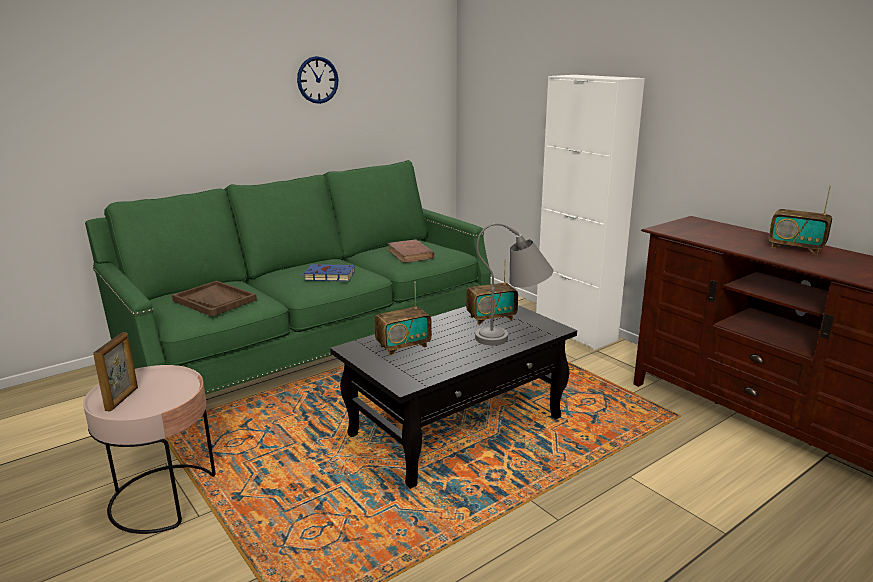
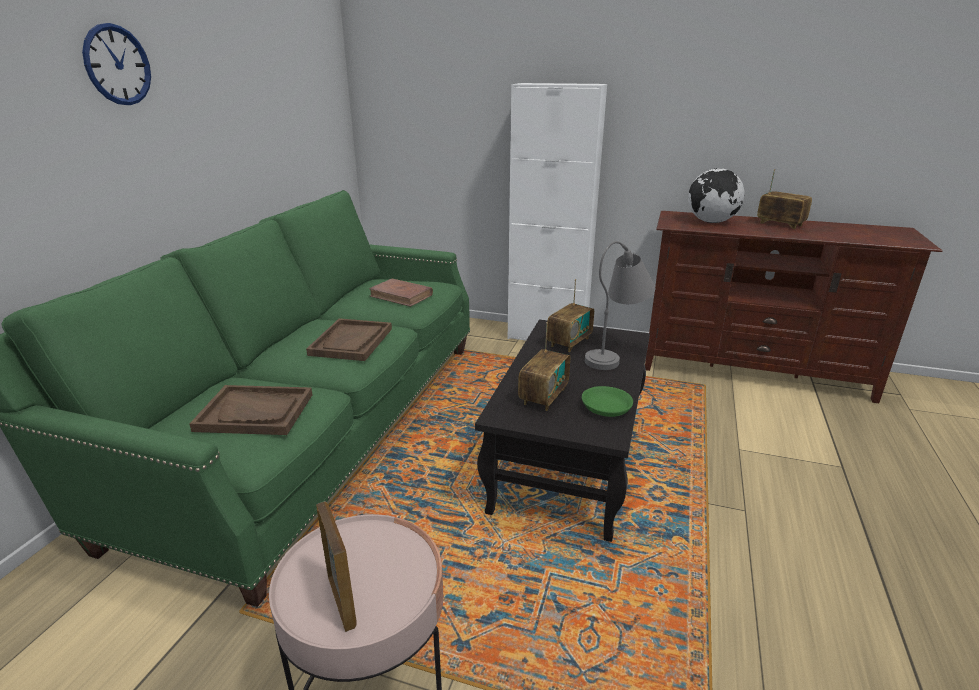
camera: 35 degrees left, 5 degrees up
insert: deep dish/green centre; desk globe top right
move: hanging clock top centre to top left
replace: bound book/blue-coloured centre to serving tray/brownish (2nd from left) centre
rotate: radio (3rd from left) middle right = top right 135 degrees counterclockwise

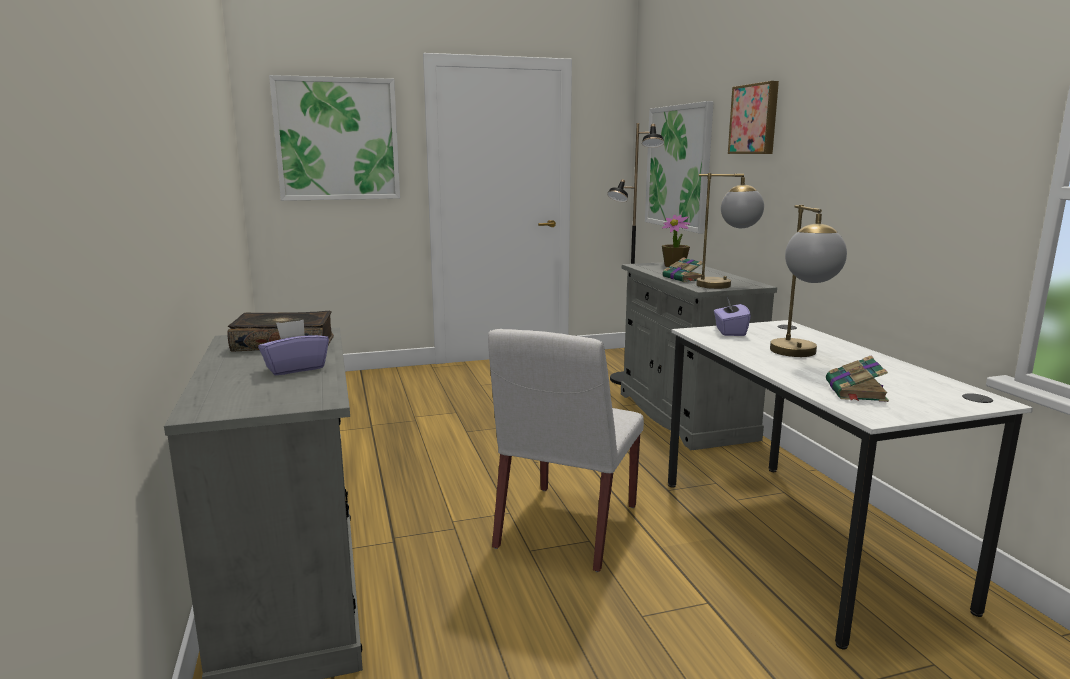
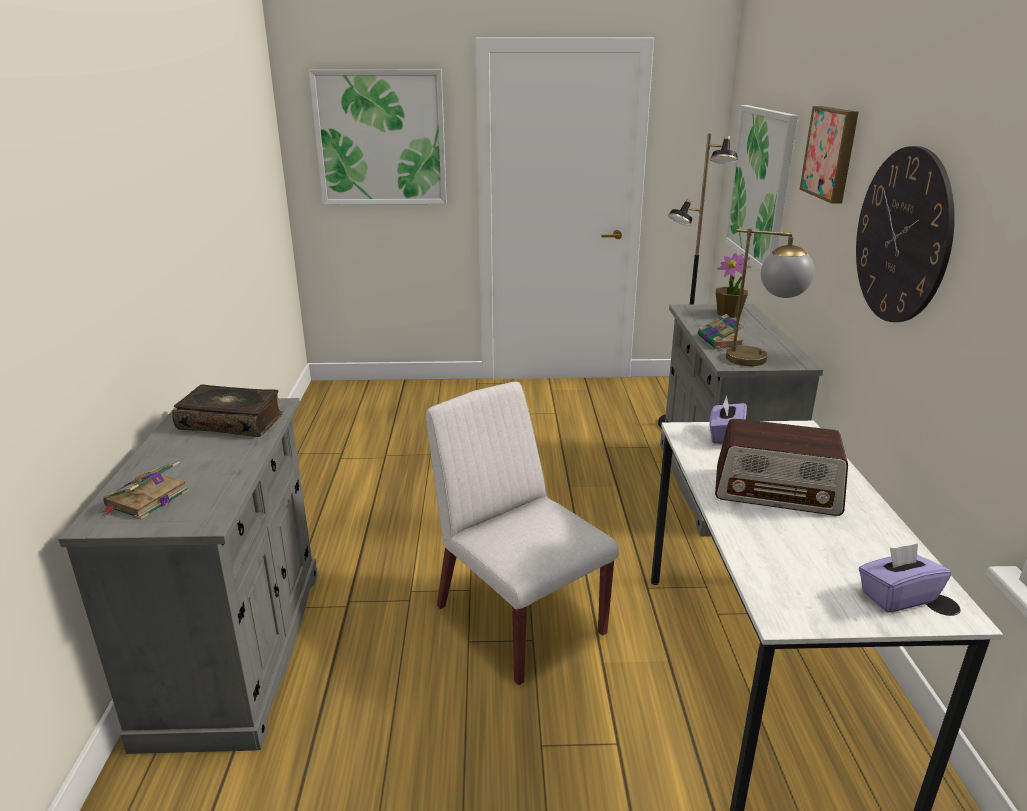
camera: 15 degrees right, 10 degrees up
insert: hanging clock top right
move: tissue box/purplish (1st from left in the first image) middle left to tissue box/purplish (2nd from left) bottom right; bound book (3rd from left in the first image) middle right to bound book (1st from left) middle left
replace: lamp for a table (2nd from left) middle right to radio middle right
rotate: plain chair/white-coloured centre = centre 105 degrees clockwise

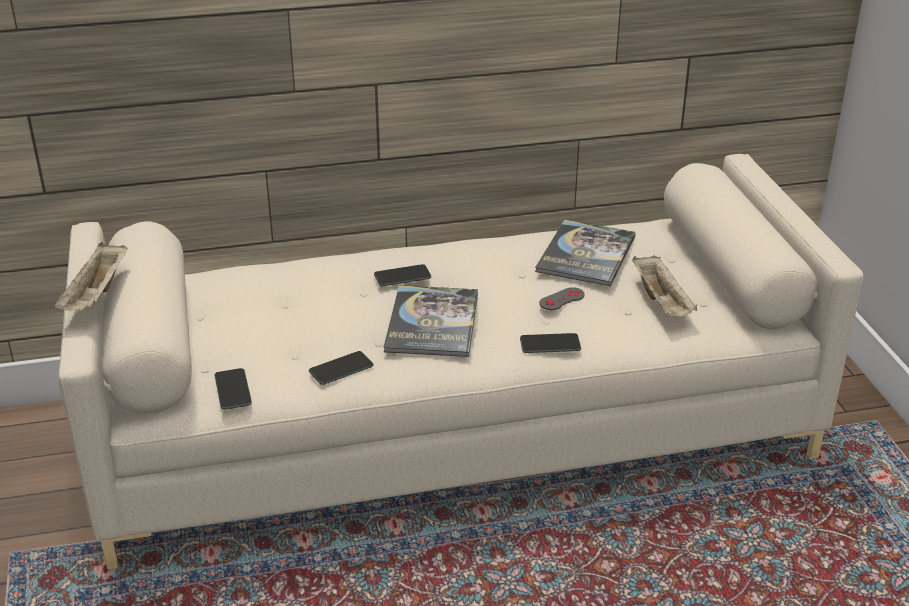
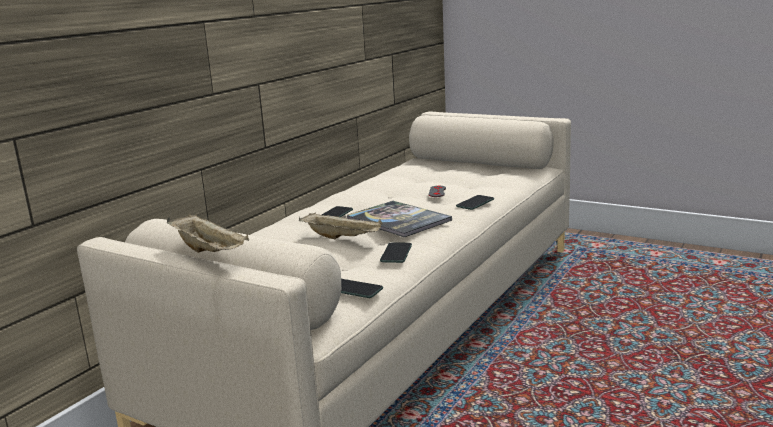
camera: 45 degrees left, 15 degrees down
delete: bound book (2nd from left) centre
move: serving tray/sand-coloured (2nd from left) middle right to centre

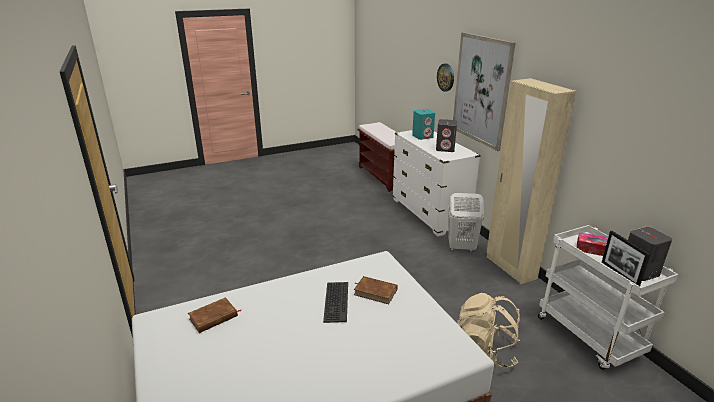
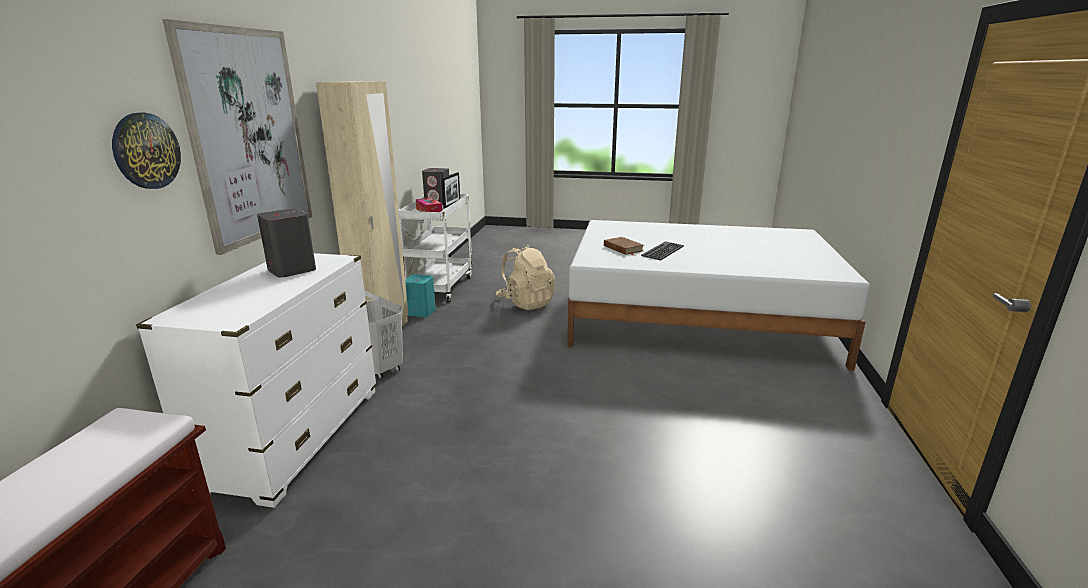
camera: 145 degrees left, 5 degrees down
delete: bound book/brownish (1st from left) bottom left
move: audio speaker/blue-green top centre to centre

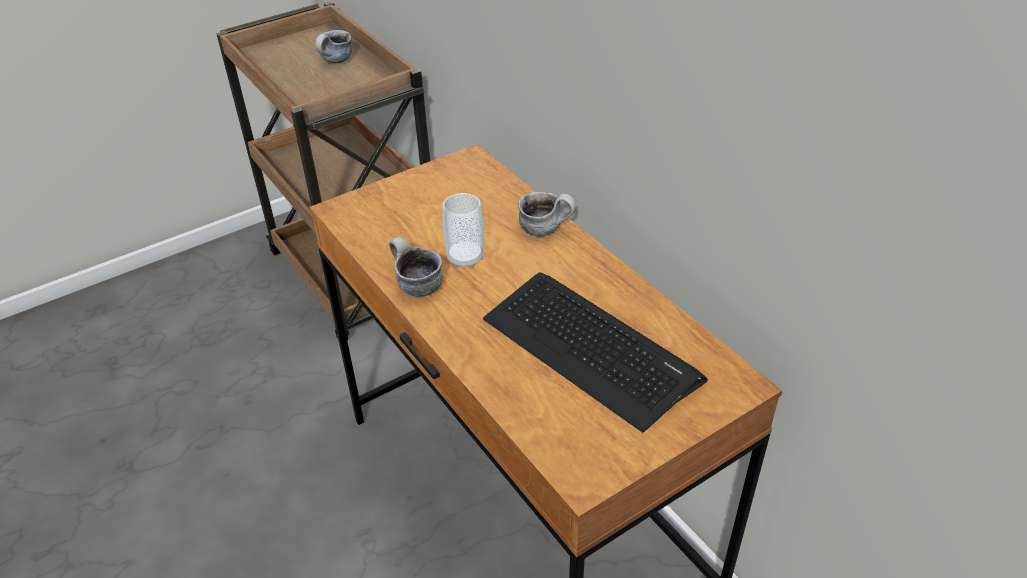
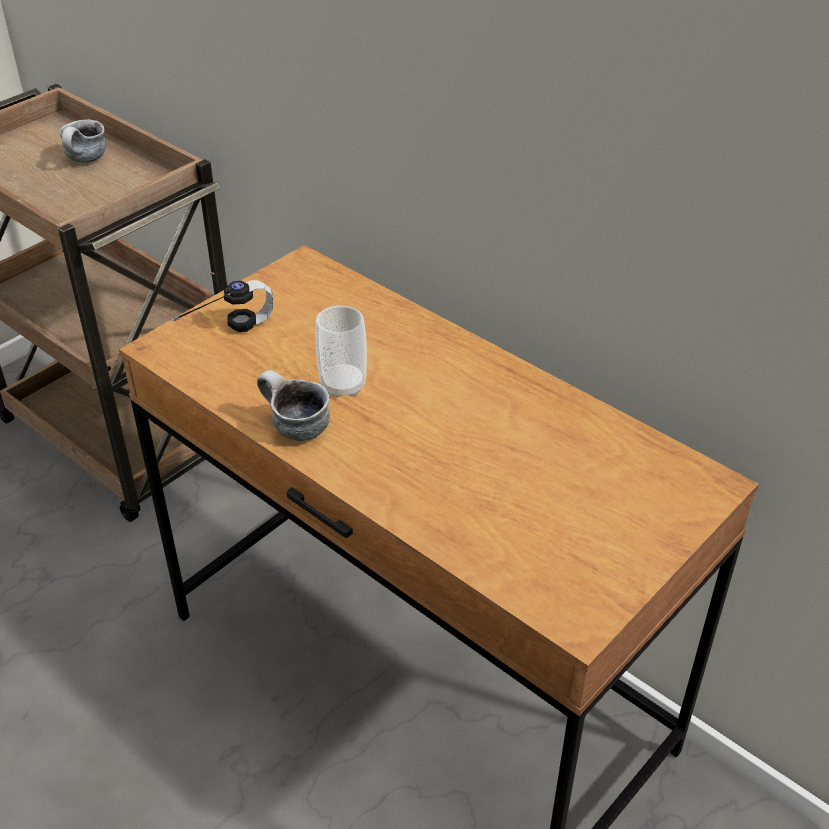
camera: 15 degrees left, 0 degrees up
delete: PC keyboard centre; tea mug (3rd from left) centre
insert: headphones middle left

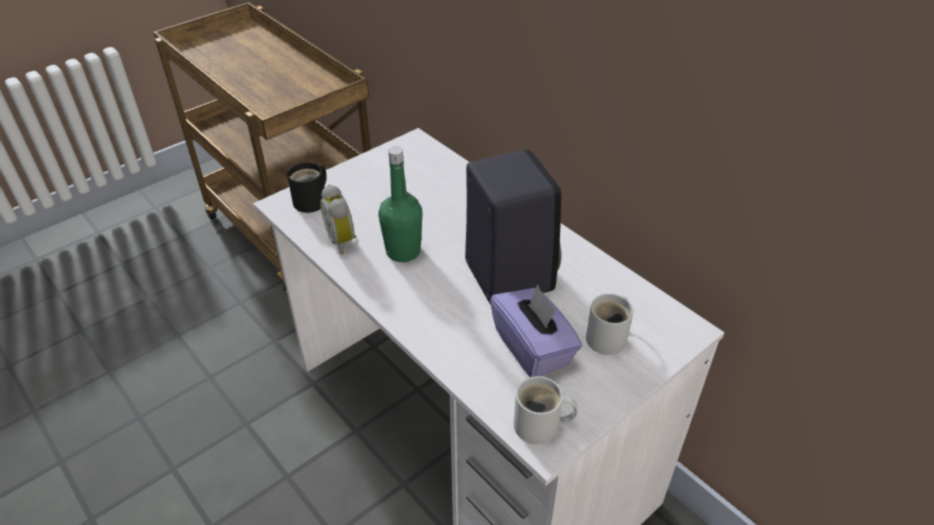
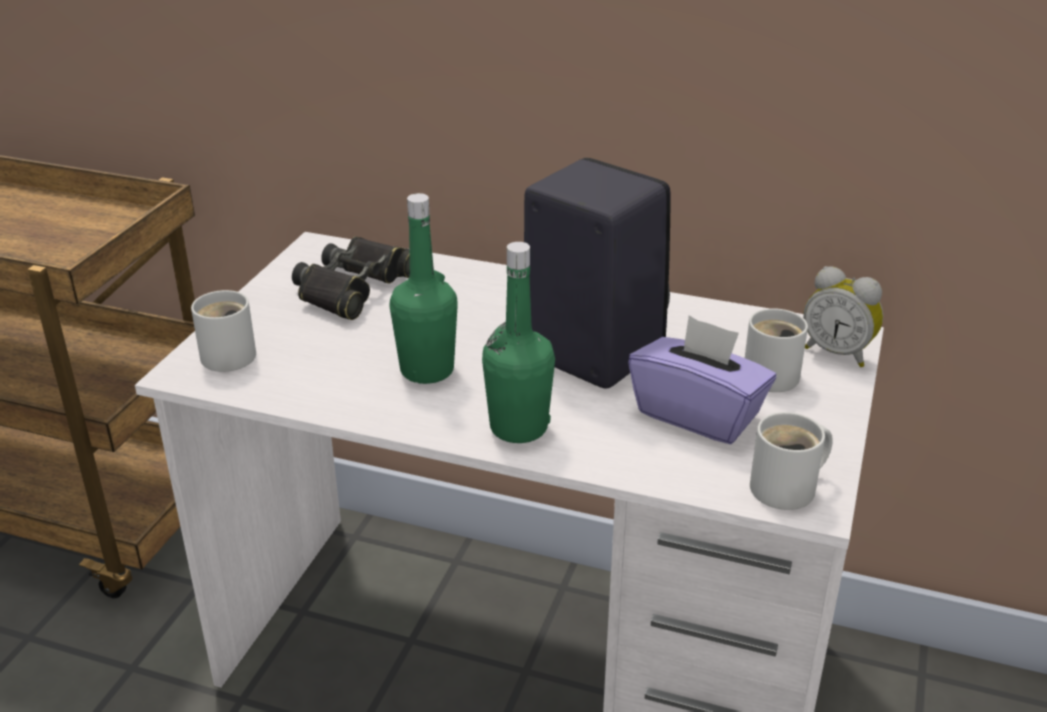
camera: 30 degrees left, 10 degrees down
insert: field glasses/black-coloured centre; beverage bottle/green (2nd from left) centre
move: bedside clock centre to middle right
recolor: tea mug/black-coloured middle left to tea mug/white-coloured (1st from left) middle left

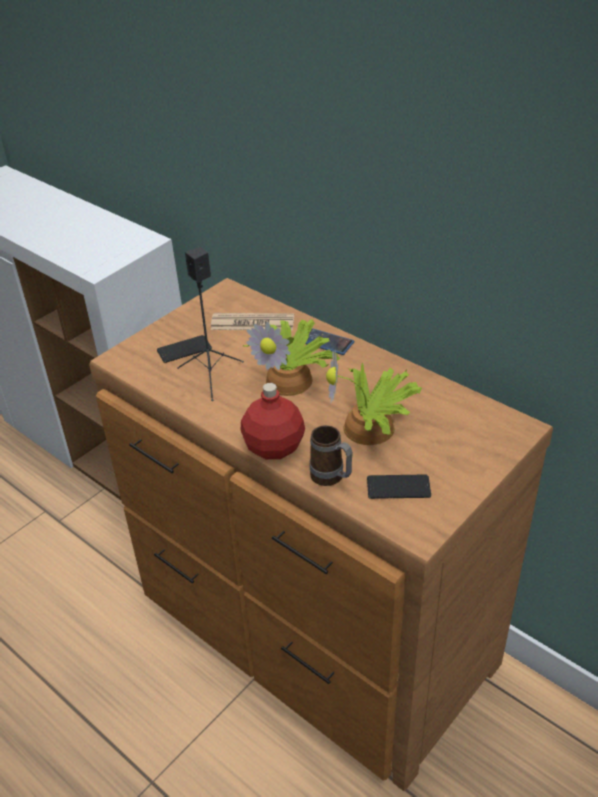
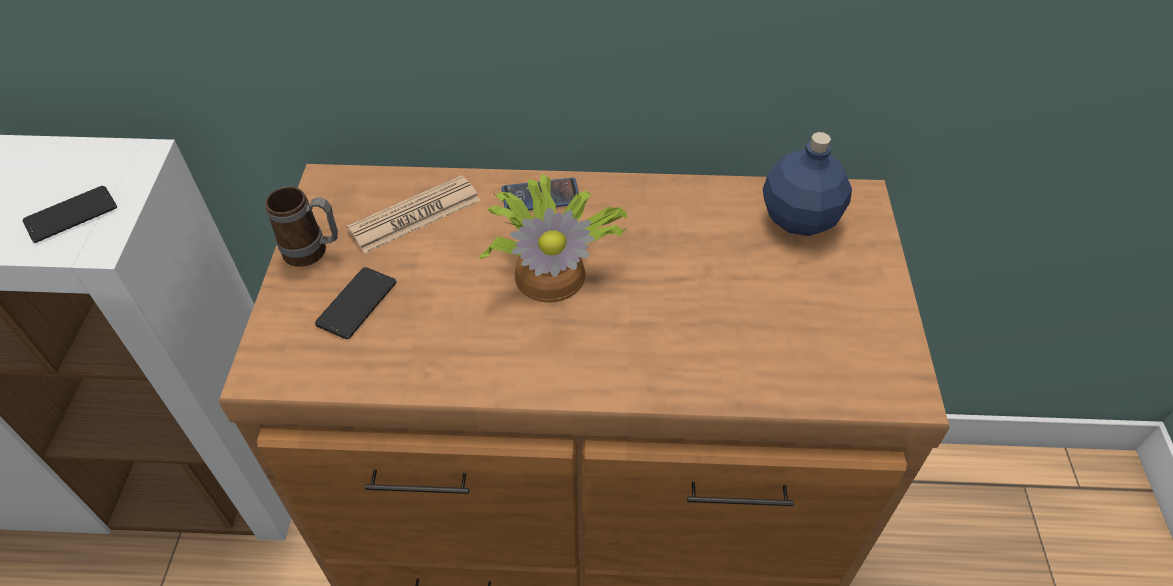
camera: 40 degrees left, 10 degrees up
delete: audio speaker/black-coloured centre; beverage bottle/reddish centre; potted plant (2nd from left) centre
insert: beverage bottle/blue-coloured top right
move: tea mug centre to middle left; handset (3rd from left in the first image) middle right to handset (1st from left) middle left

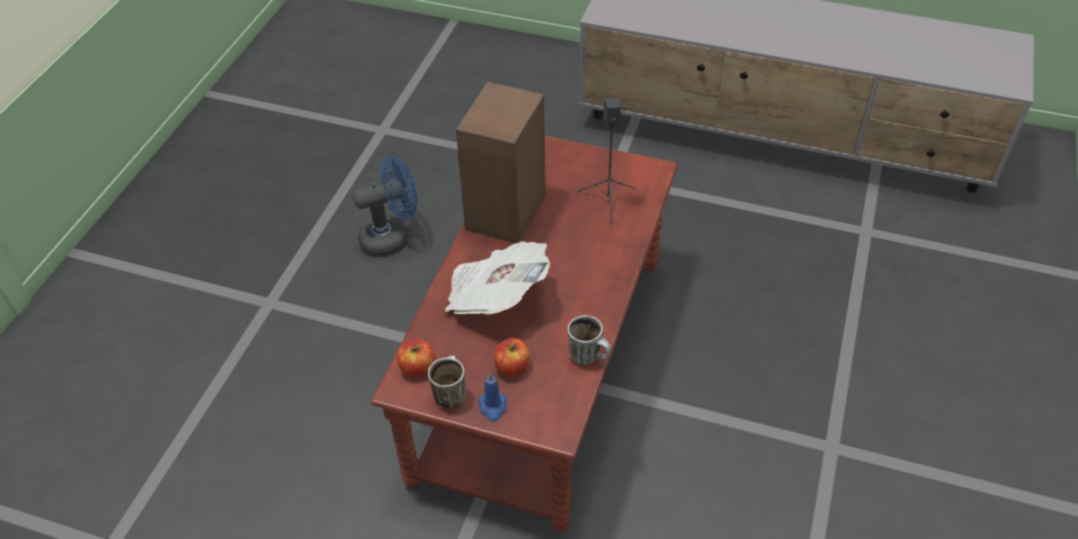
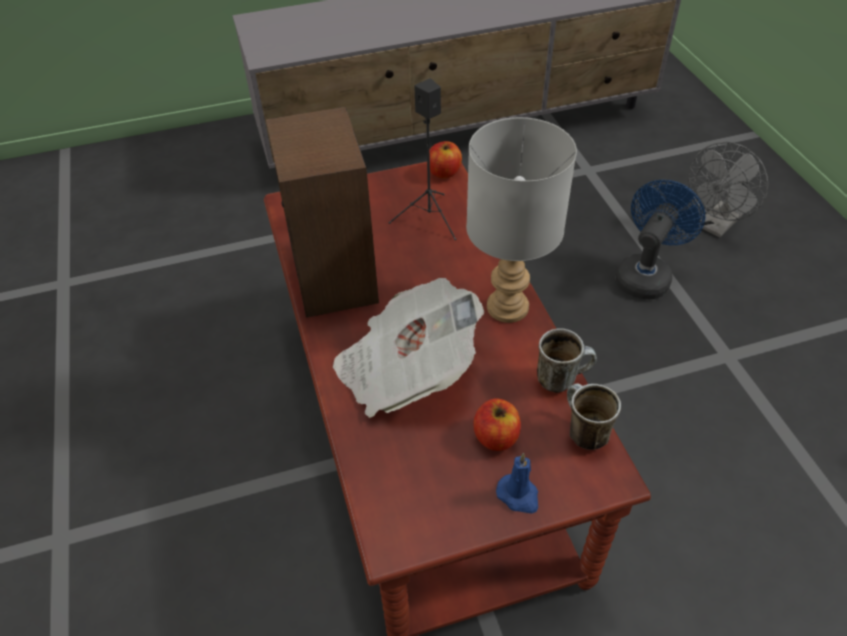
camera: 35 degrees left, 0 degrees up
insert: lamp for a table/grey centre; cooling fan/grey top right
move: cooling fan/blue-coloured centre to middle right; whole apple (1st from left) centre to top centre; tea mug (1st from left in the first image) bottom centre to tea mug (2nd from left) middle right

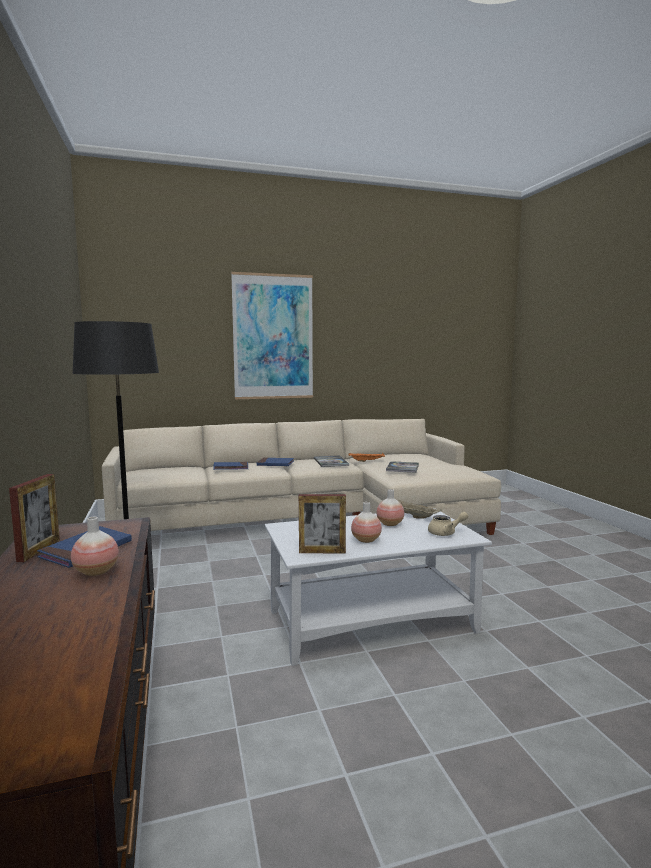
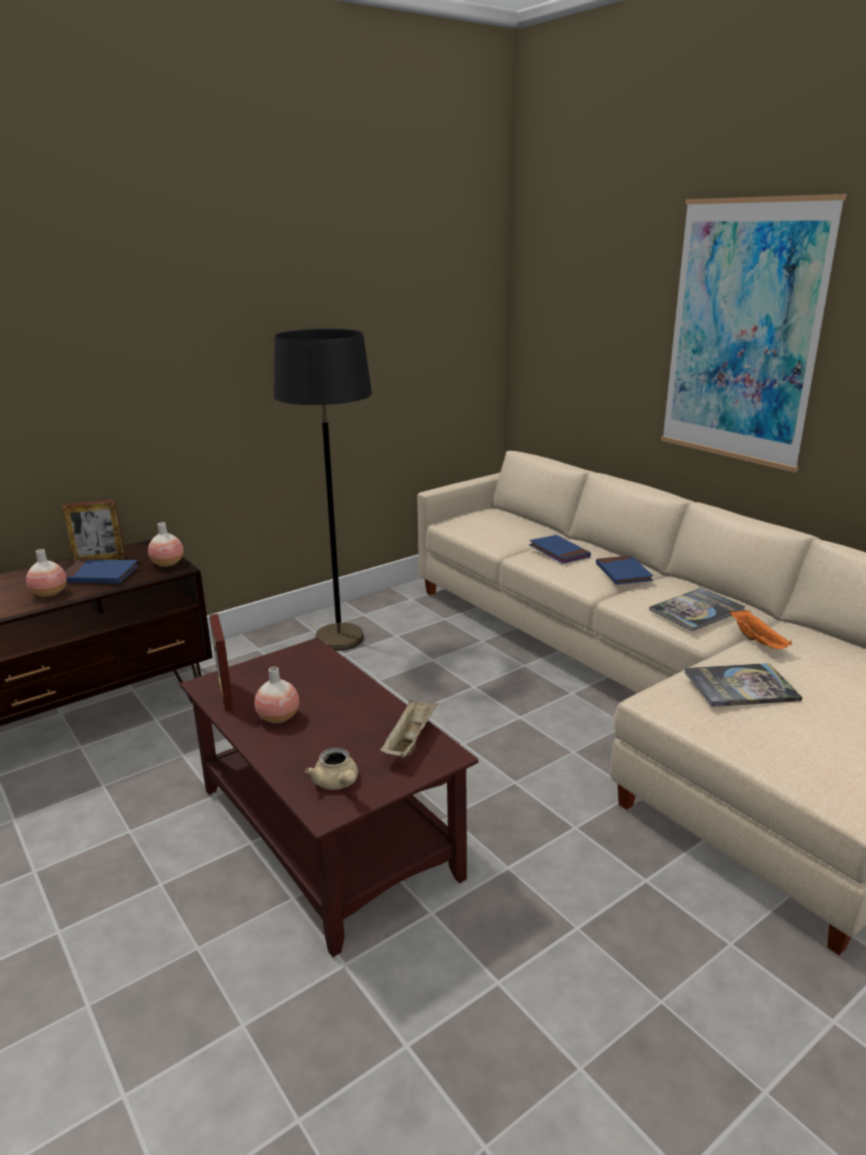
camera: 70 degrees right, 15 degrees up
move: decorative vase (3rd from left in the first image) centre to decorative vase (2nd from left) middle left
recolor: lounge table/white-coloured bottom centre to lounge table/brownish bottom centre

